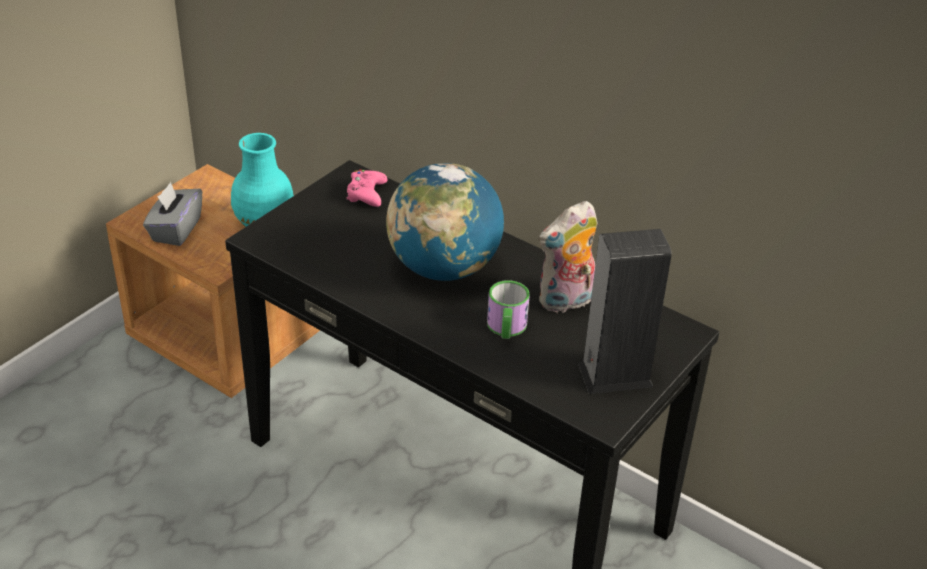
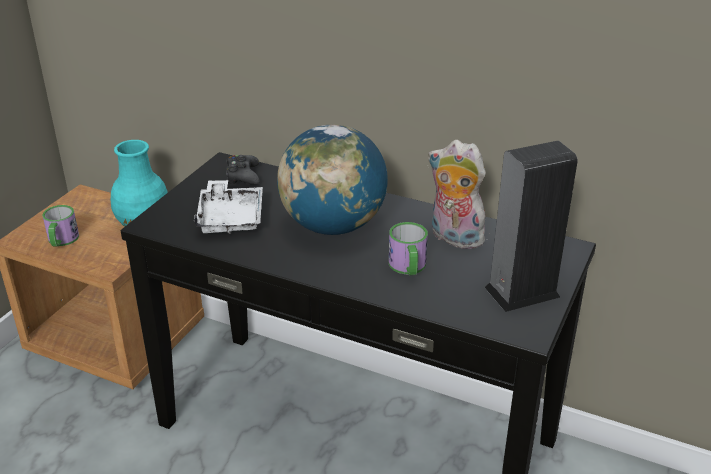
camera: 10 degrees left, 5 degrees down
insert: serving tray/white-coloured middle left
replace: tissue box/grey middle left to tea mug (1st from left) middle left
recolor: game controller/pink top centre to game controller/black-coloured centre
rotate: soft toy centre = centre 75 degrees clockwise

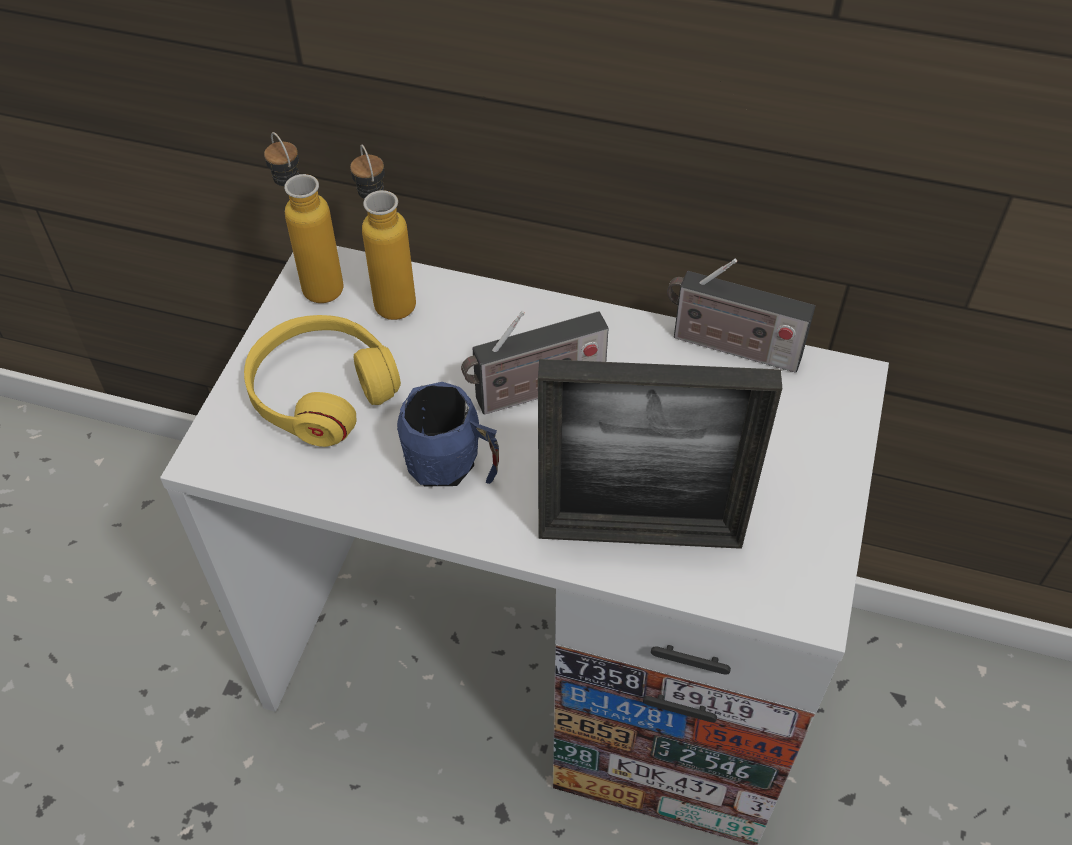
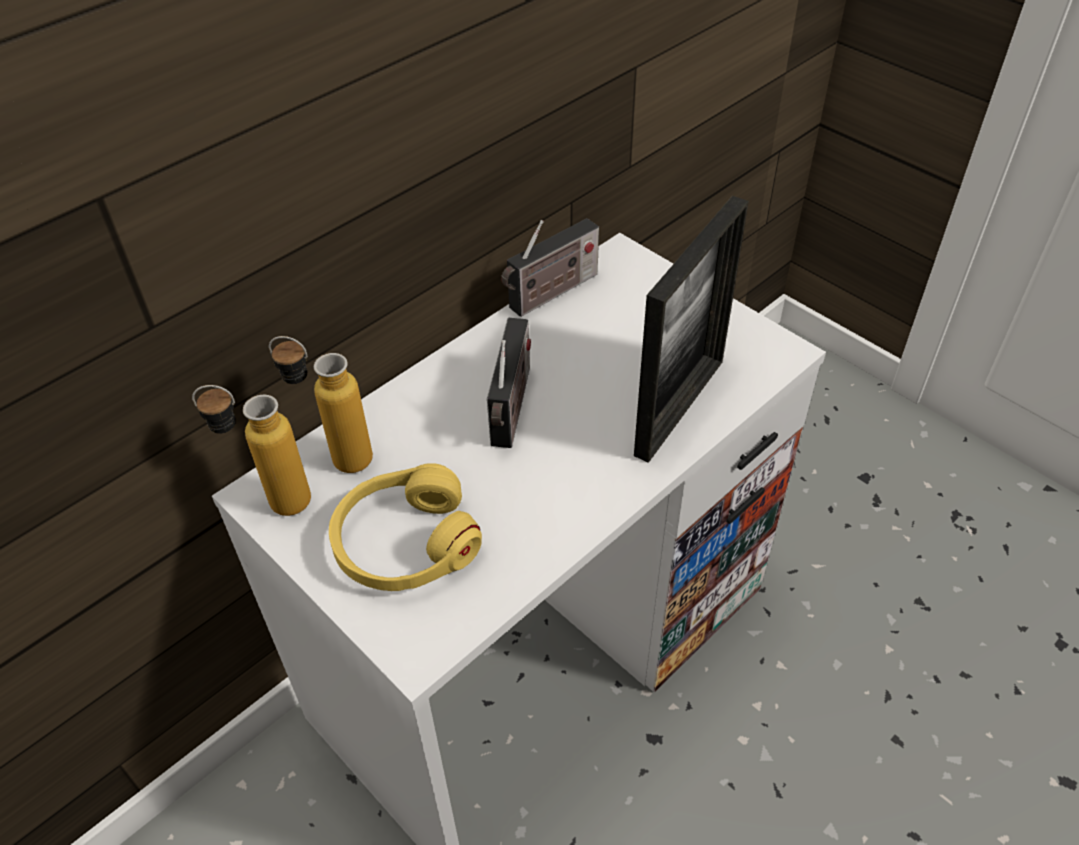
camera: 60 degrees left, 5 degrees down
delete: tea mug/blue-coloured centre

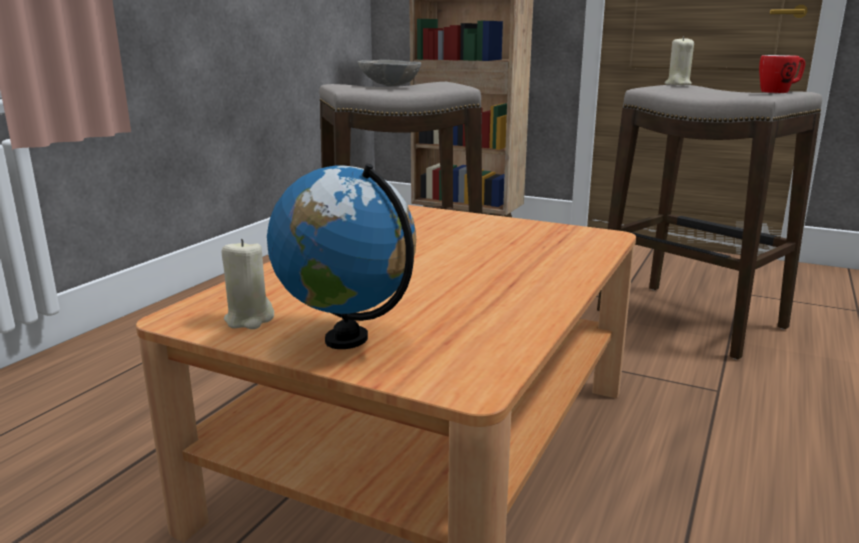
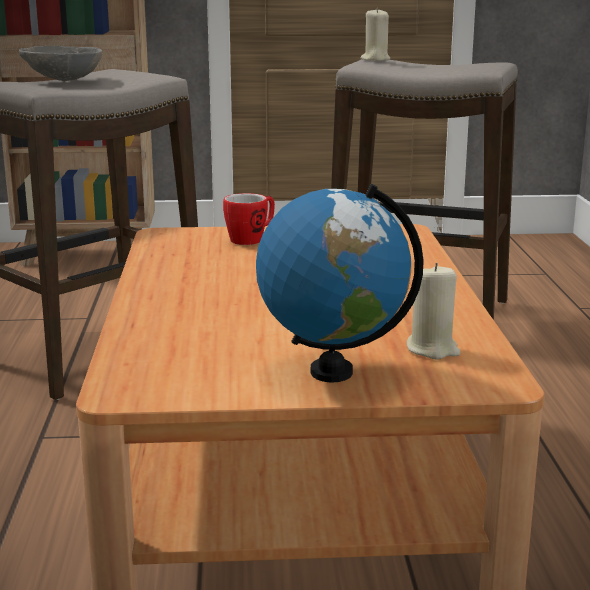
camera: 30 degrees left, 0 degrees up
move: wax candle/sand-coloured (1st from left in the first image) middle left to wax candle/sand-coloured (2nd from left) middle right; tea mug top right to centre

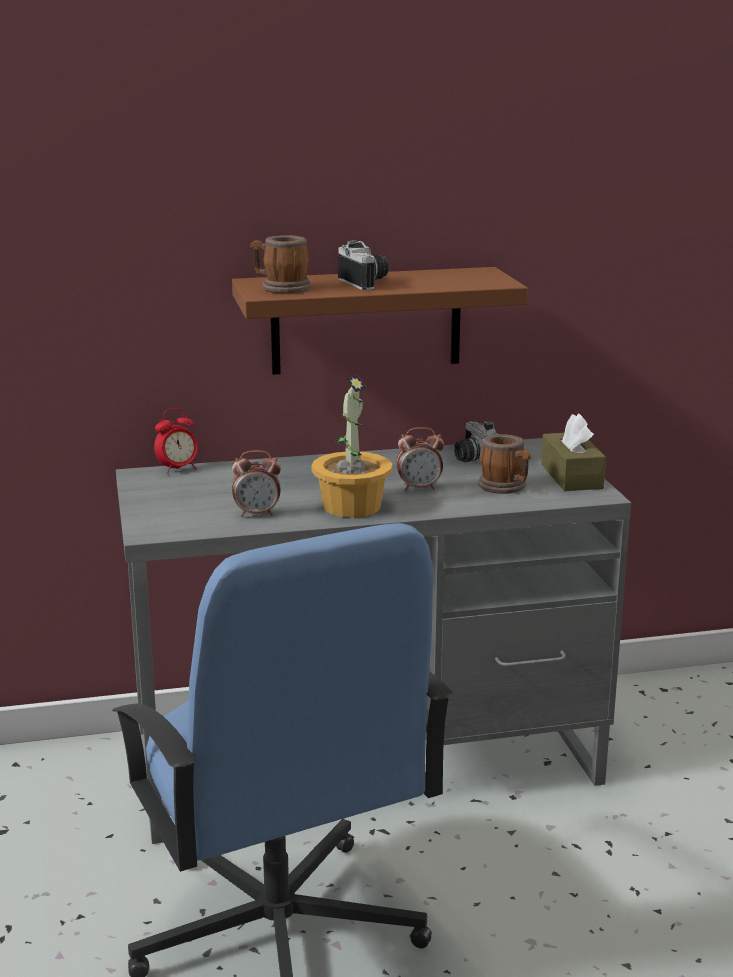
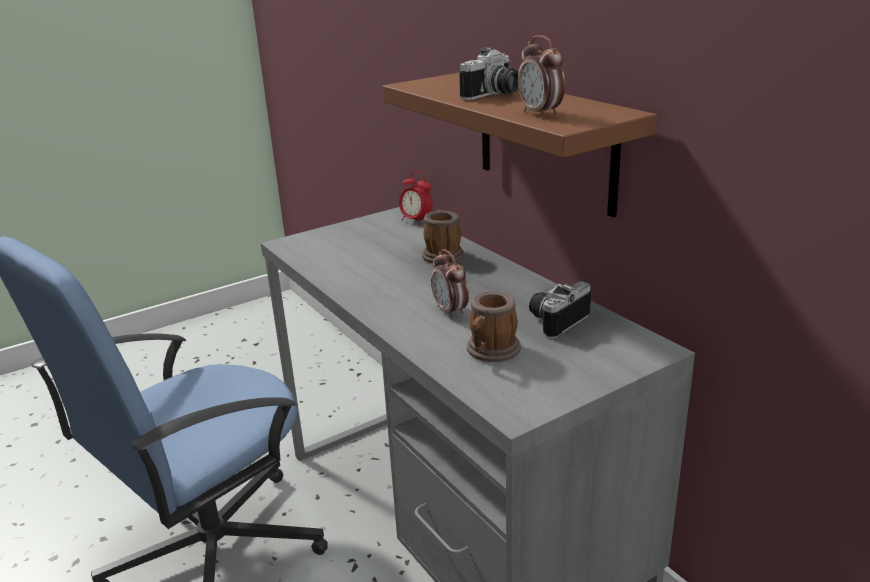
camera: 70 degrees right, 5 degrees up
delete: potted plant centre; tissue box/brownish middle right
move: bedside clock (2nd from left in the first image) centre to bedside clock (3rd from left) top centre; tea mug (1st from left) top centre to centre

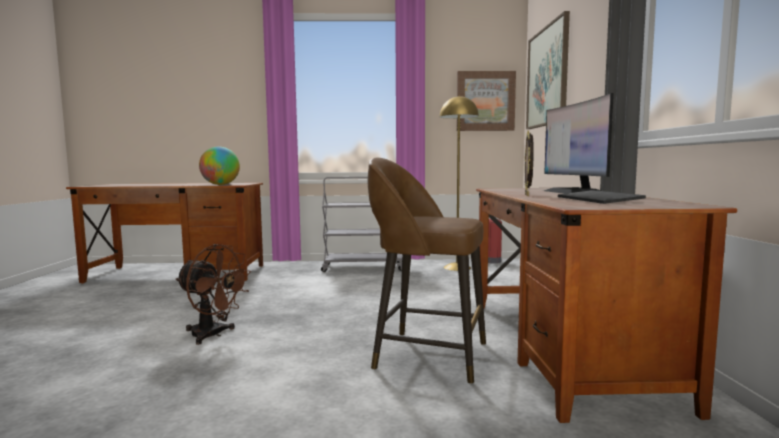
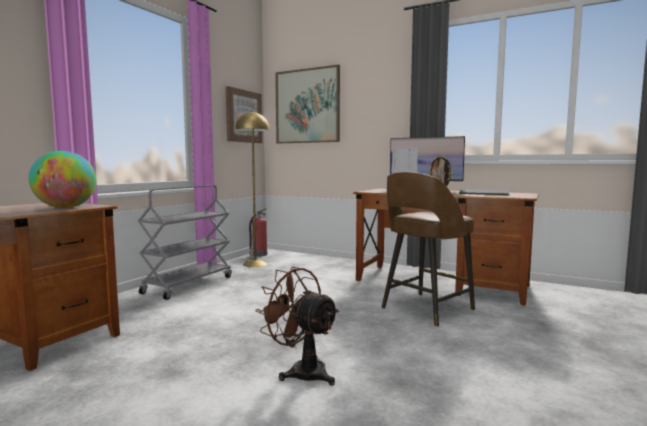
camera: 60 degrees left, 0 degrees up
rotate: cooling fan/brownish bottom left = bottom centre 105 degrees counterclockwise

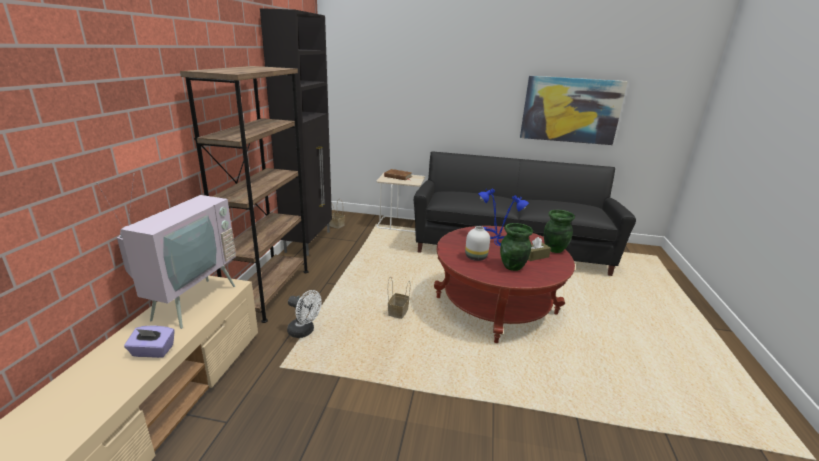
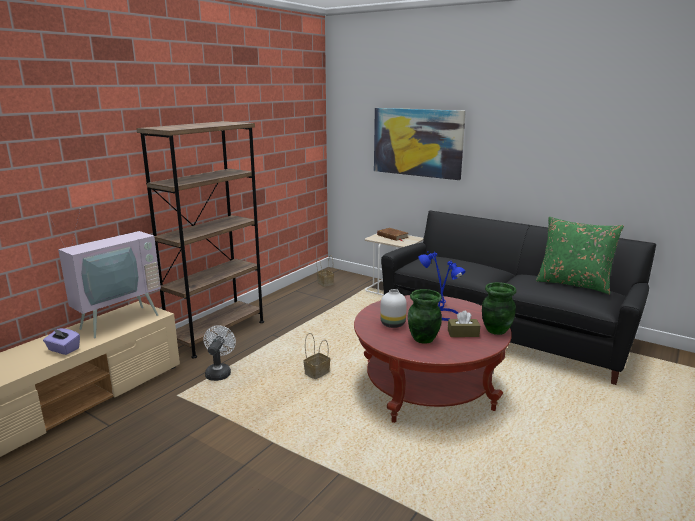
camera: 25 degrees right, 5 degrees down
delete: cupboard/black-coloured top centre
insert: throw pillow/green middle right
move: picture top right to top centre
rotate: cooling fan/white-coloured bottom centre = bottom left 135 degrees counterclockwise

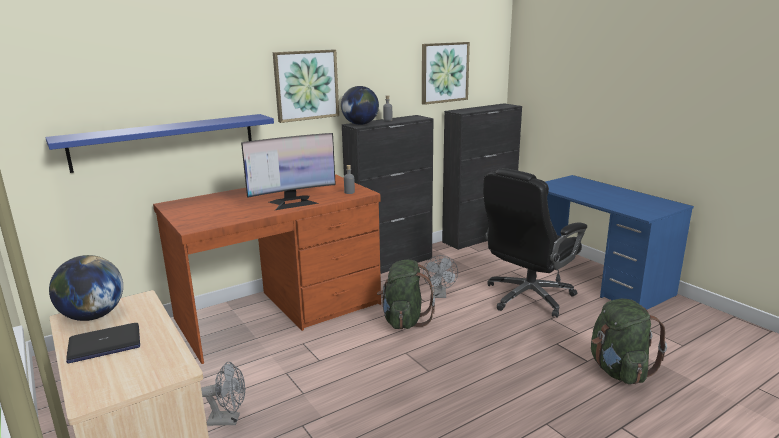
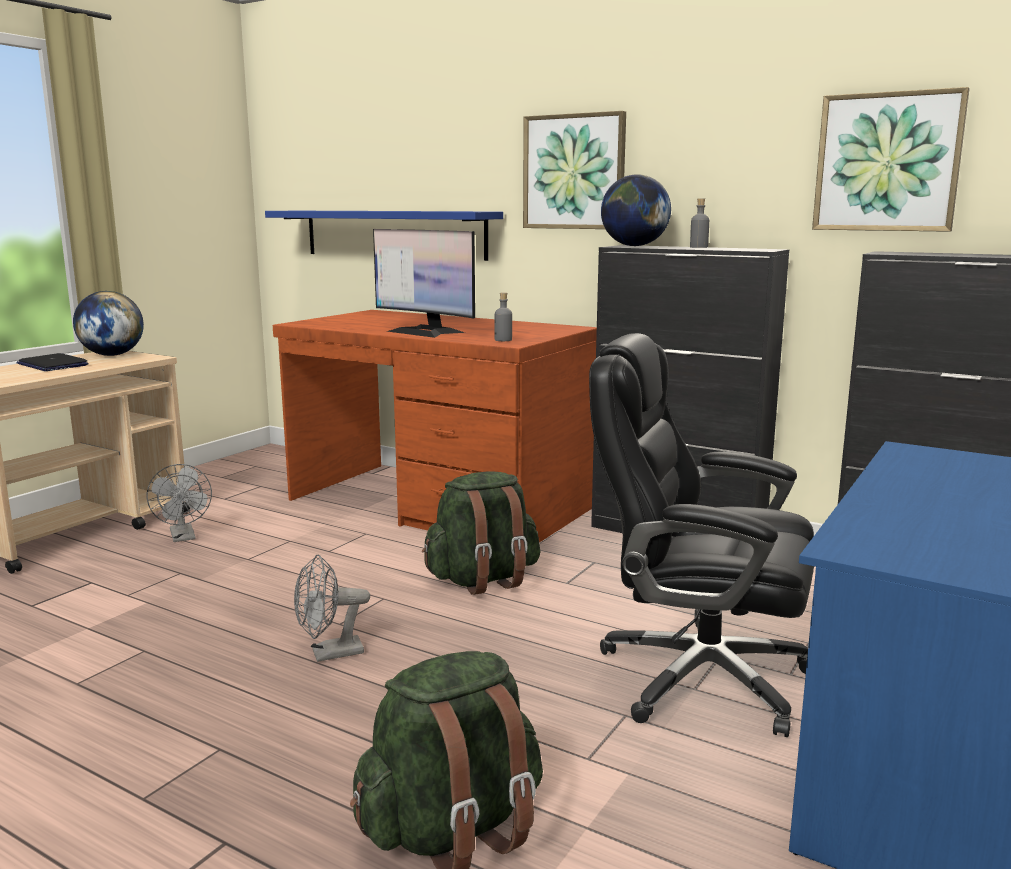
camera: 65 degrees right, 5 degrees down
move: cooling fan/grey (2nd from left) centre to bottom left

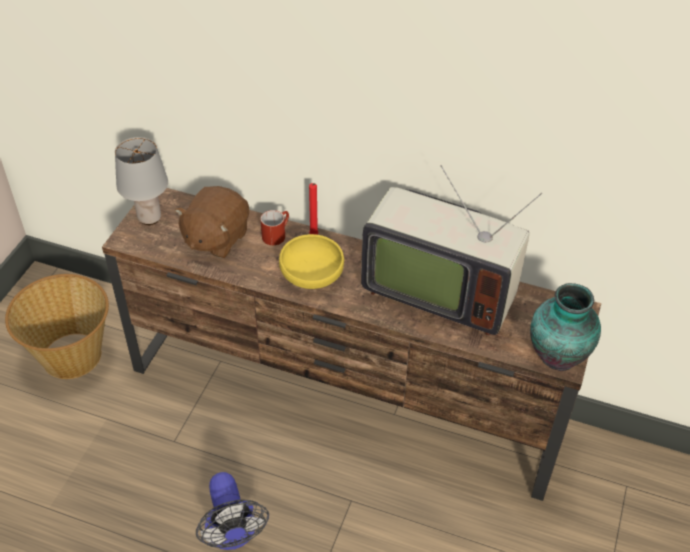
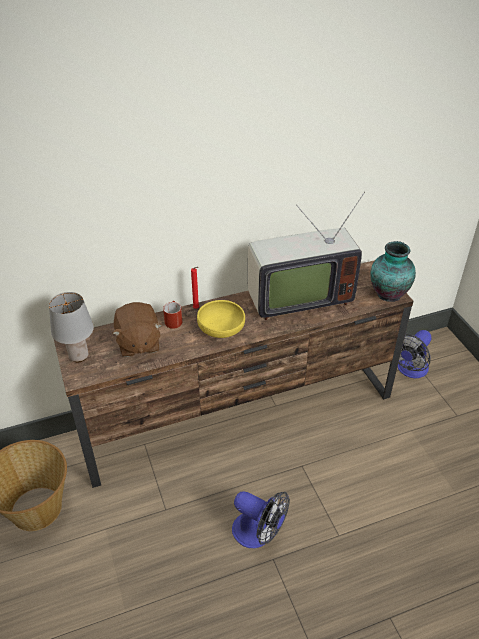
camera: 40 degrees left, 5 degrees down
insert: cooling fan (2nd from left) middle right

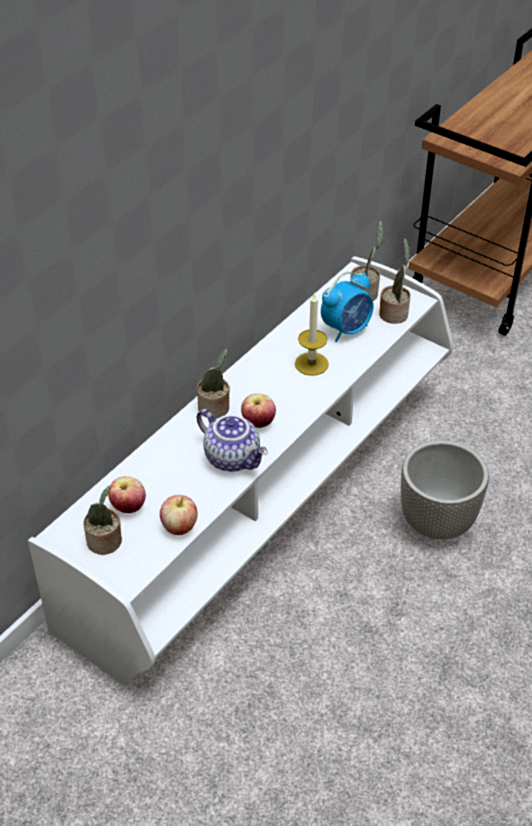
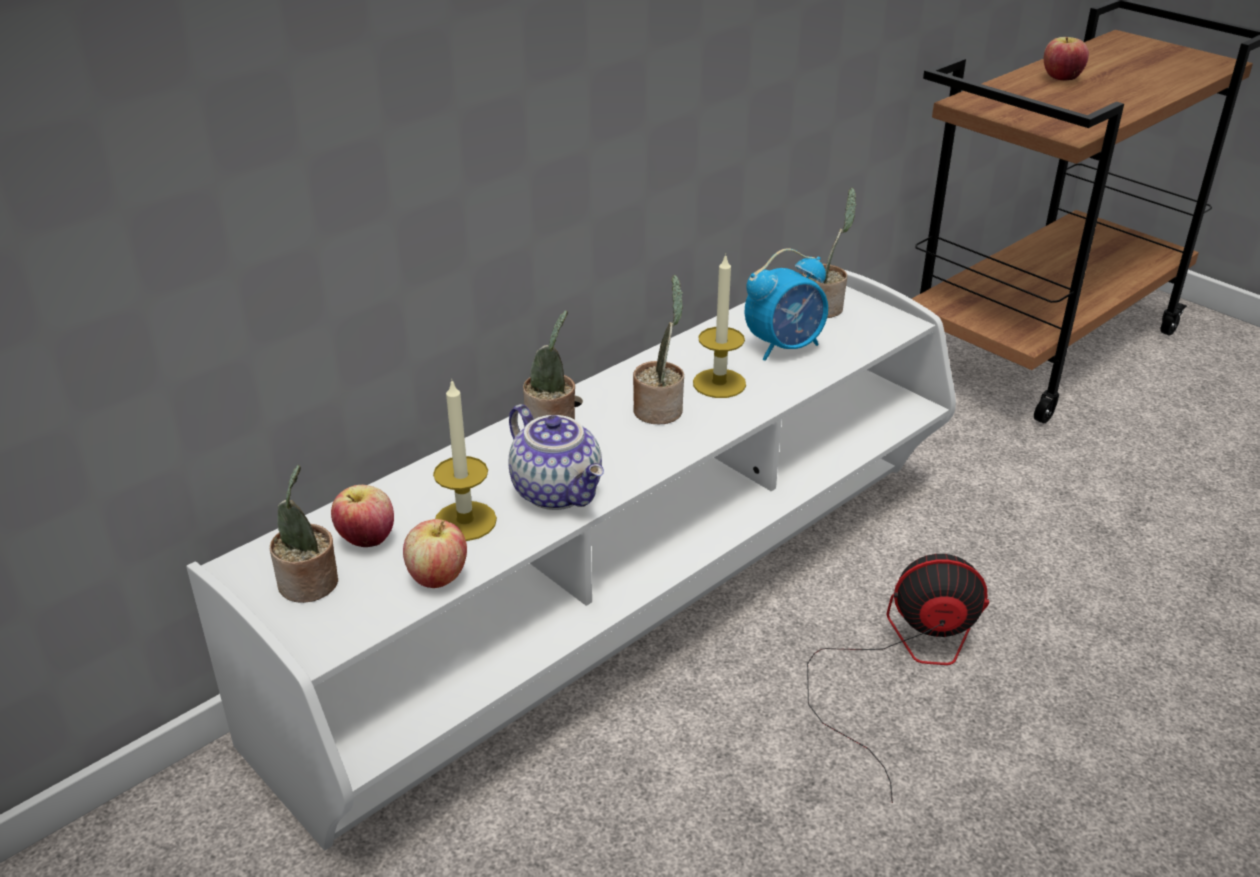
camera: 10 degrees right, 10 degrees down
insert: wax candle (1st from left) centre
move: whole apple (3rd from left) centre to top right; potted plant (4th from left in the first image) middle right to potted plant (3rd from left) centre
replace: flower pot middle right to cooling fan bottom right

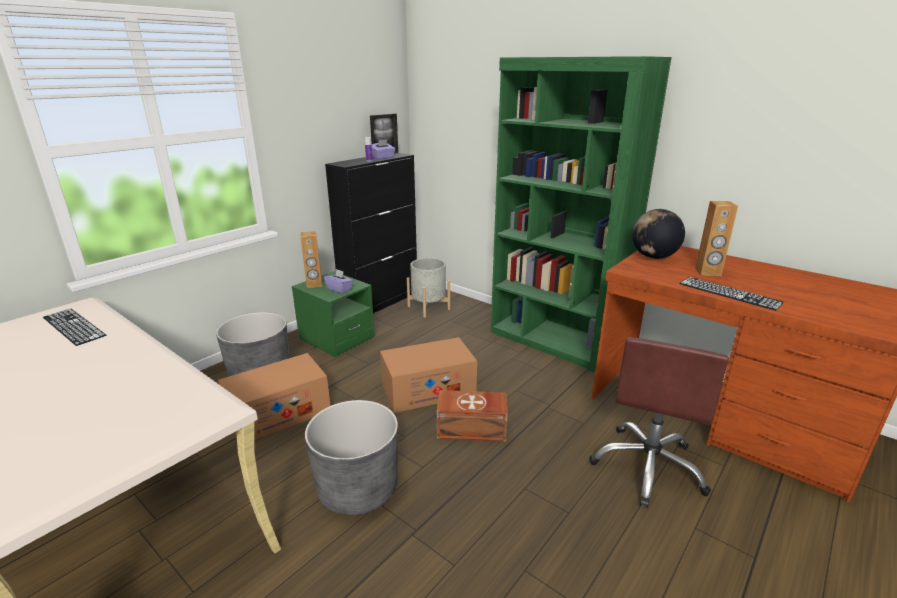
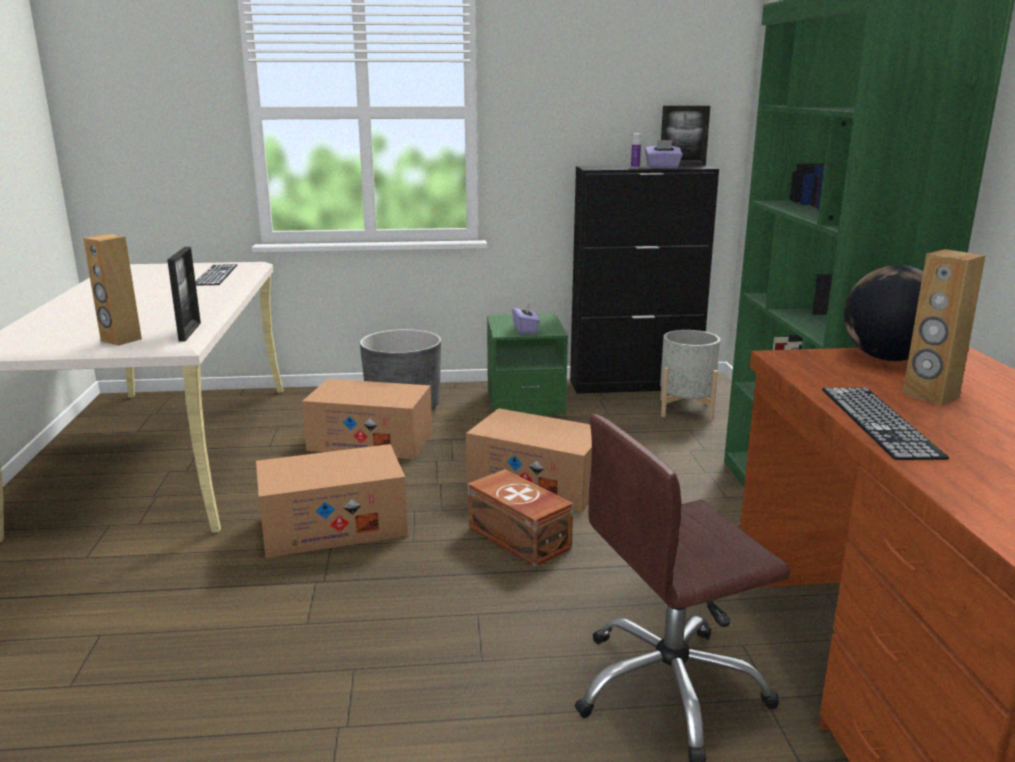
camera: 45 degrees right, 5 degrees down
insert: photo frame (1st from left) middle left
move: audio speaker/brownish (1st from left) centre to middle left
replace: flower pot/grey (2nd from left) bottom centre to carton (1st from left) middle left

